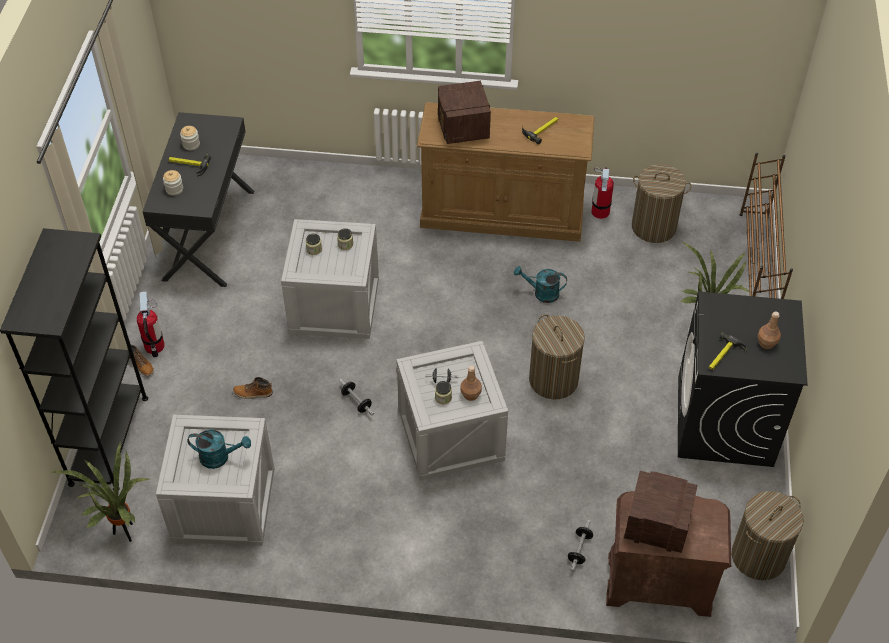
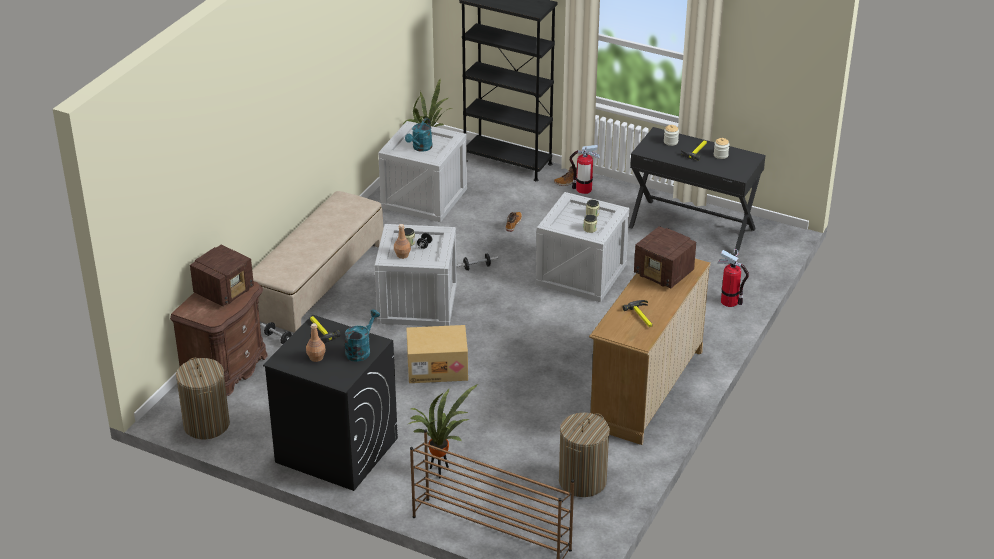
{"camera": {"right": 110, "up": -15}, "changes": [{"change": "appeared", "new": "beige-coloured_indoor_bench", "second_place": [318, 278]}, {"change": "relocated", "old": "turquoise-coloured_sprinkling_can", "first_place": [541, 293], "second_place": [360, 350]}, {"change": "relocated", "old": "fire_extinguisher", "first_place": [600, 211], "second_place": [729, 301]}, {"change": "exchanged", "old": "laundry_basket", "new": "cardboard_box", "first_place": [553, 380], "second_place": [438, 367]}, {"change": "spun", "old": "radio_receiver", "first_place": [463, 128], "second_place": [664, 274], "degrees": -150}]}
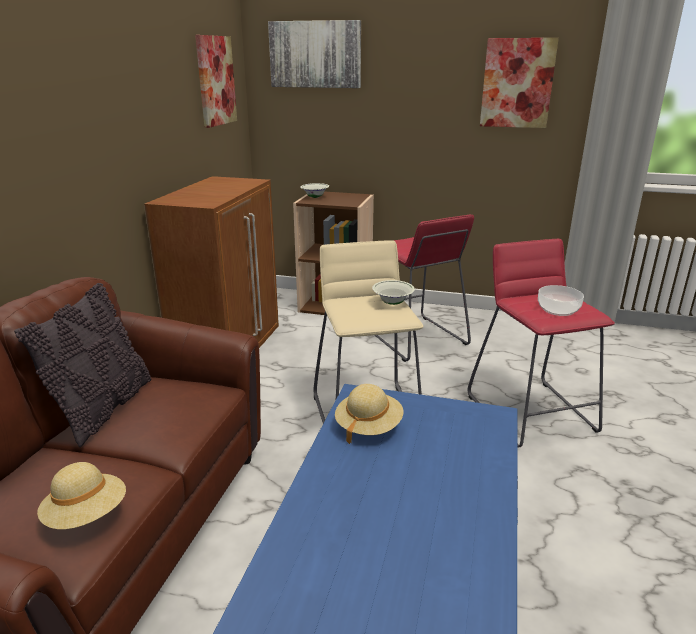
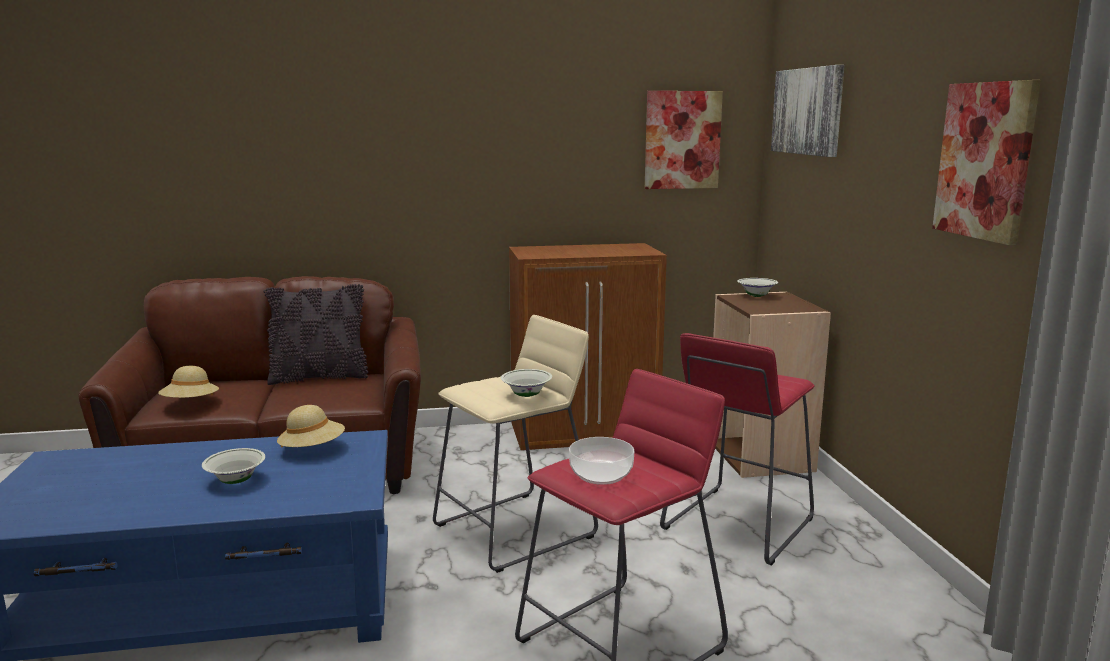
{"camera": {"right": 65, "up": -10}, "changes": [{"change": "appeared", "new": "white-coloured_deep_dish", "second_place": [236, 481]}]}
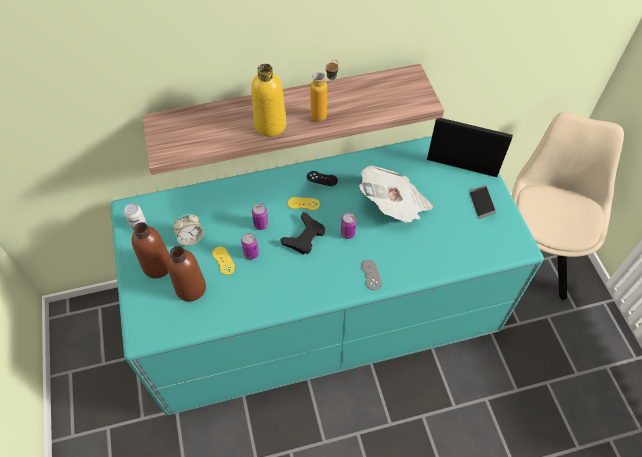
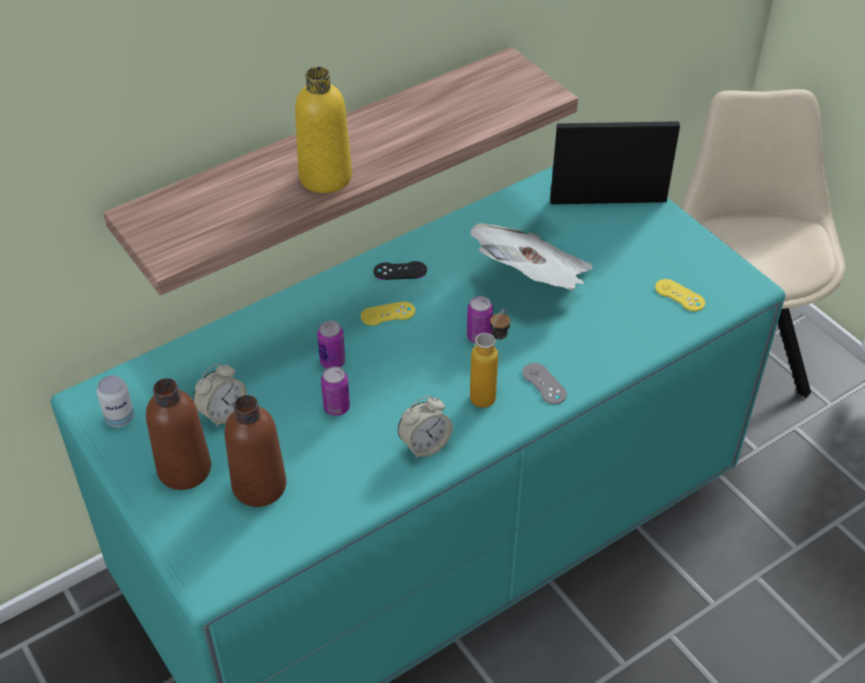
{"camera": {"right": -20, "up": -10}, "changes": [{"change": "missing", "old": "blackish_gamepad", "first_place": [304, 237]}, {"change": "missing", "old": "telephone", "first_place": [481, 204]}, {"change": "appeared", "new": "table_clock", "second_place": [425, 445]}, {"change": "relocated", "old": "yellow_gamepad", "first_place": [223, 260], "second_place": [679, 295]}, {"change": "relocated", "old": "bottle", "first_place": [324, 113], "second_place": [489, 392]}]}
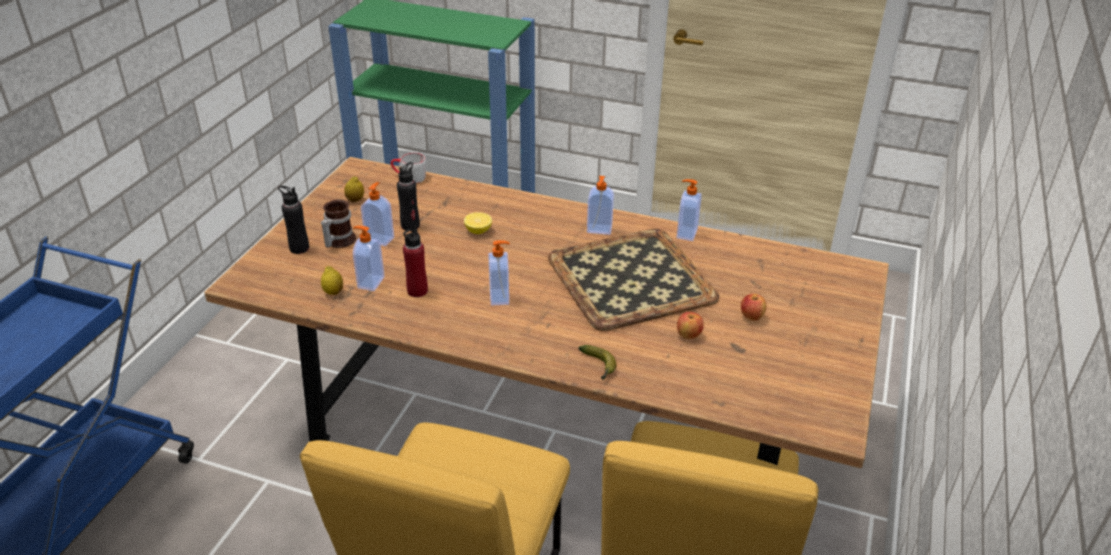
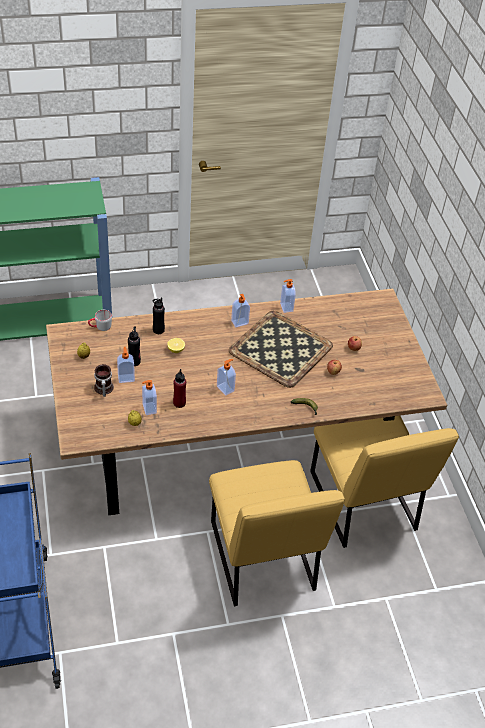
{"camera": {"right": -35, "up": 10}, "changes": [{"change": "relocated", "old": "blackish_bottle", "first_place": [299, 248], "second_place": [158, 330]}]}
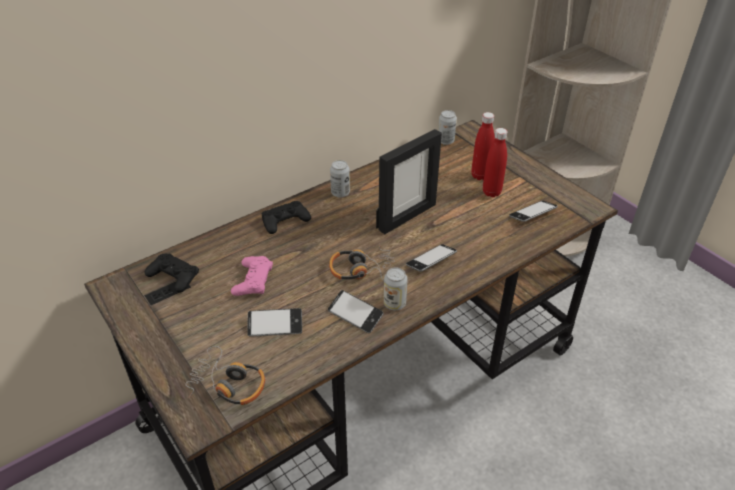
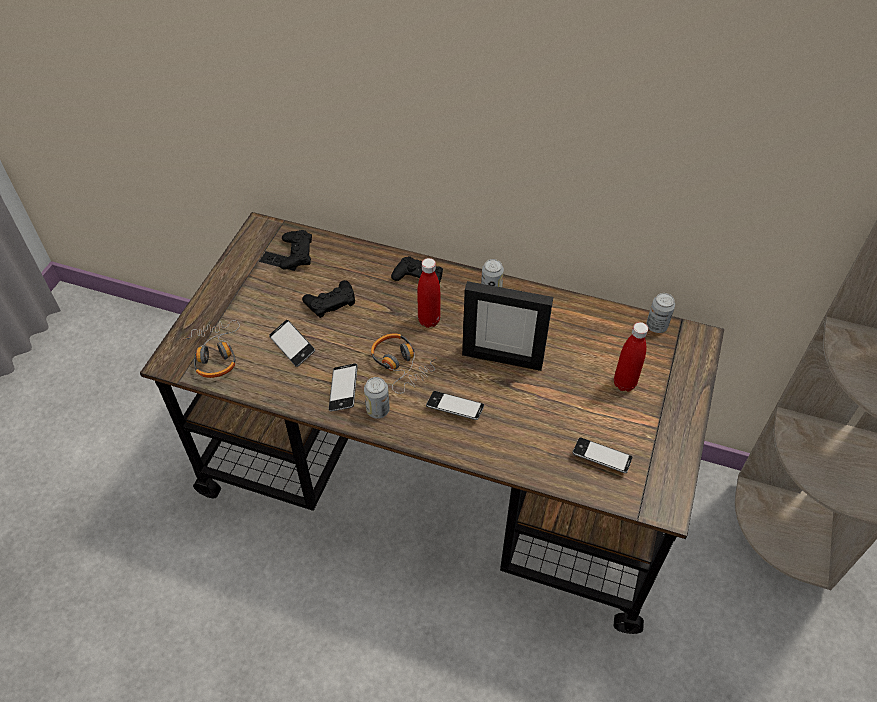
{"camera": {"right": 55, "up": 10}, "changes": [{"change": "relocated", "old": "red-coloured_bottle", "first_place": [491, 192], "second_place": [429, 320]}, {"change": "colour", "old": "pink-coloured_gamepad", "new": "blackish_gamepad", "first_place": [253, 280], "second_place": [330, 302]}]}
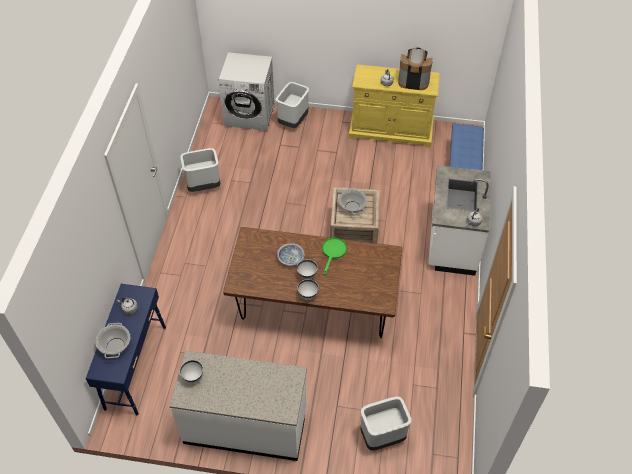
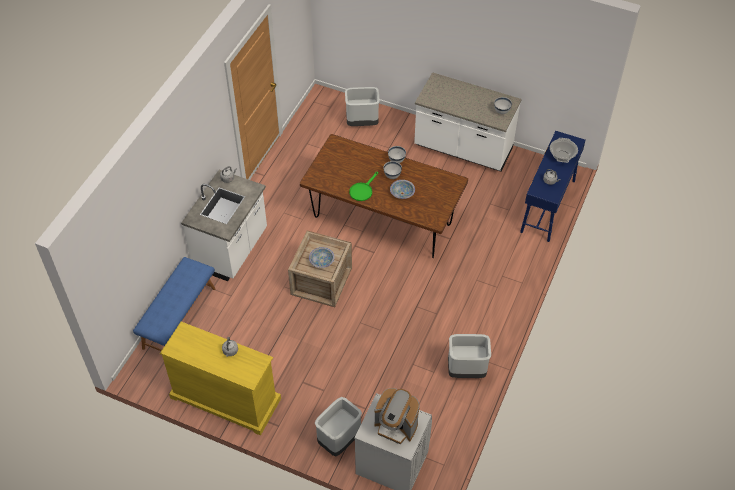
{"camera": {"right": -165, "up": 0}, "changes": [{"change": "relocated", "old": "coffee_brewer", "first_place": [413, 80], "second_place": [396, 426]}, {"change": "exchanged", "old": "stockpot", "new": "deep_dish", "first_place": [352, 207], "second_place": [322, 261]}]}
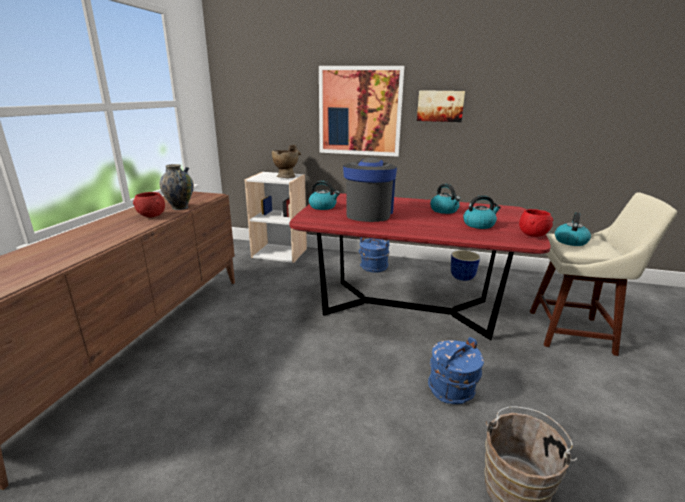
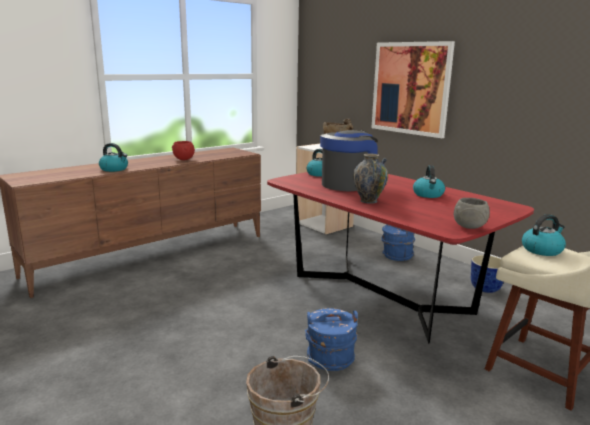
{"camera": {"right": 35, "up": -5}, "changes": [{"change": "missing", "old": "wall_art", "first_place": [440, 106]}, {"change": "relocated", "old": "flower_vase", "first_place": [180, 207], "second_place": [368, 201]}, {"change": "relocated", "old": "kettle", "first_place": [479, 224], "second_place": [114, 169]}, {"change": "colour", "old": "red-coloured_deep_dish", "new": "greyish_deep_dish", "first_place": [532, 235], "second_place": [469, 227]}]}
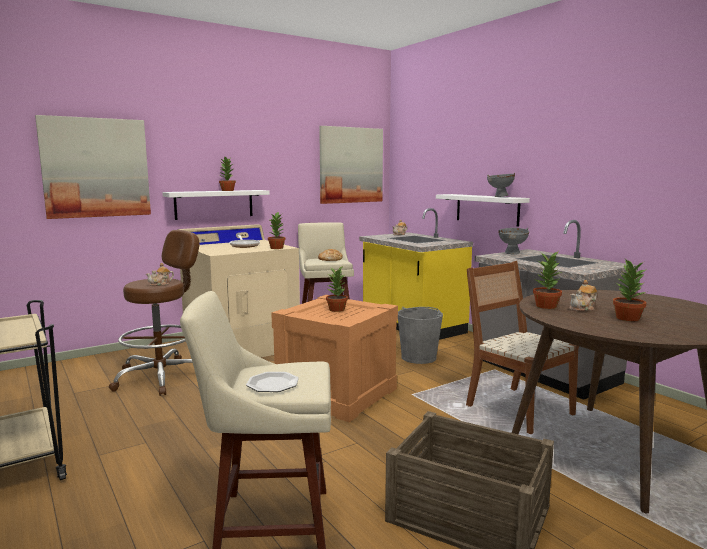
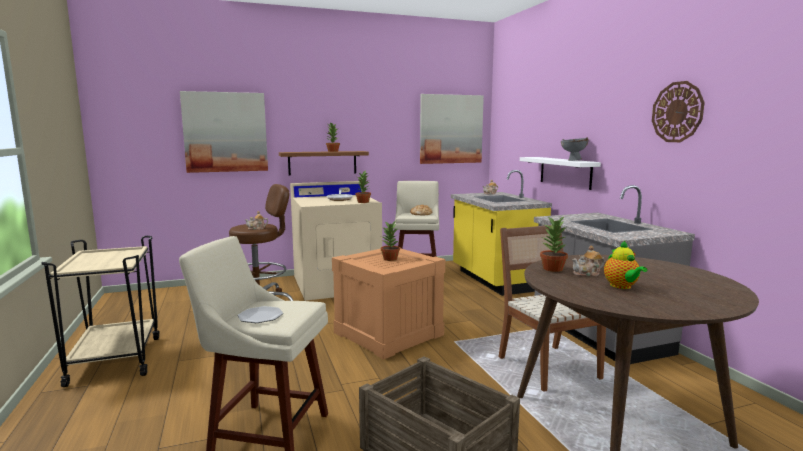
{"camera": {"right": 15, "up": 0}, "changes": [{"change": "missing", "old": "greyish_bucket", "first_place": [419, 357]}, {"change": "missing", "old": "greyish_deep_dish", "first_place": [512, 253]}, {"change": "appeared", "new": "wall_clock", "second_place": [677, 112]}, {"change": "exchanged", "old": "potted_plant", "new": "tea_pot", "first_place": [627, 318], "second_place": [622, 286]}, {"change": "colour", "old": "white-coloured_shelf", "new": "brown-coloured_shelf", "first_place": [214, 204], "second_place": [322, 163]}]}
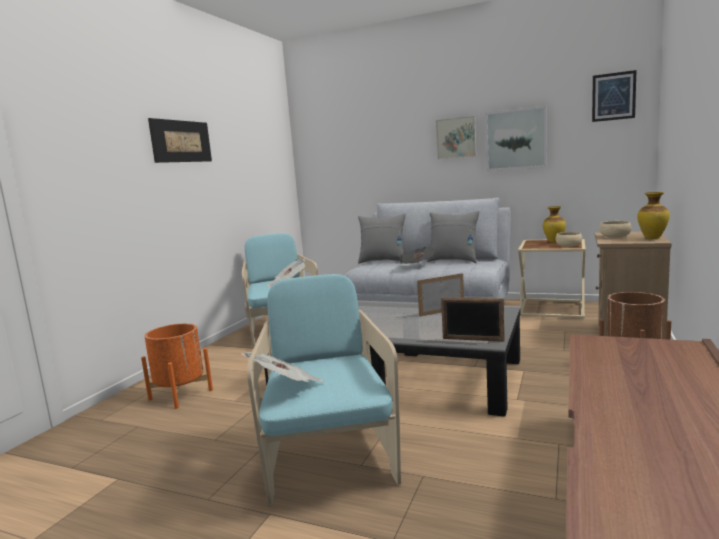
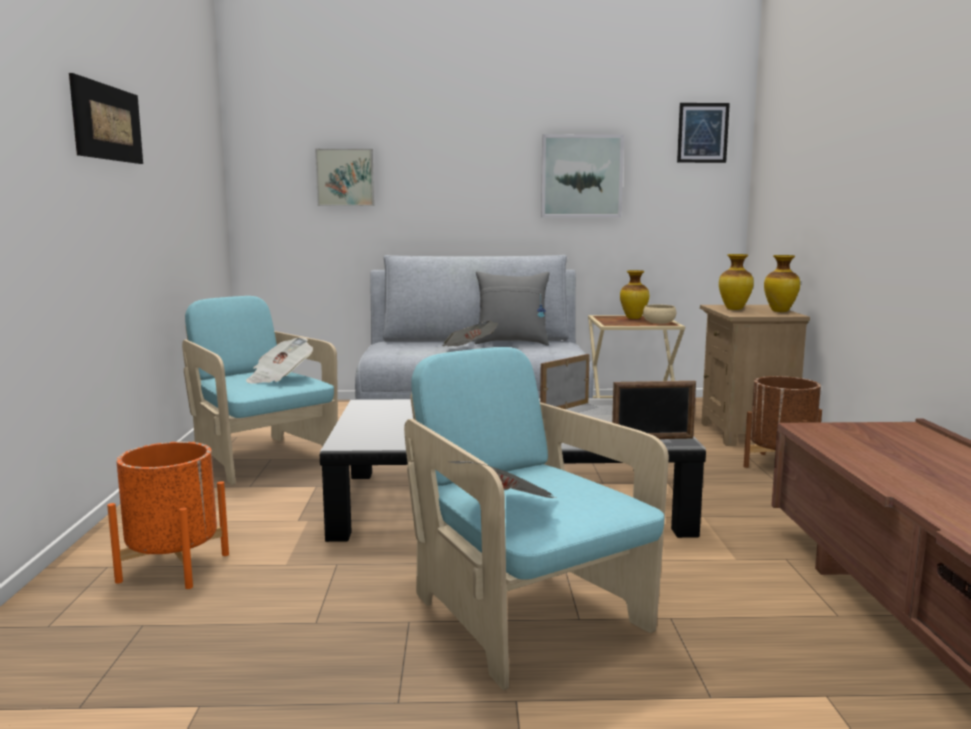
{"camera": {"right": -25, "up": 0}, "changes": [{"change": "missing", "old": "greyish_cushion", "first_place": [383, 261]}, {"change": "relocated", "old": "wall_art", "first_place": [456, 138], "second_place": [345, 177]}, {"change": "exchanged", "old": "beige-coloured_deep_dish", "new": "flower_vase", "first_place": [615, 236], "second_place": [734, 309]}]}
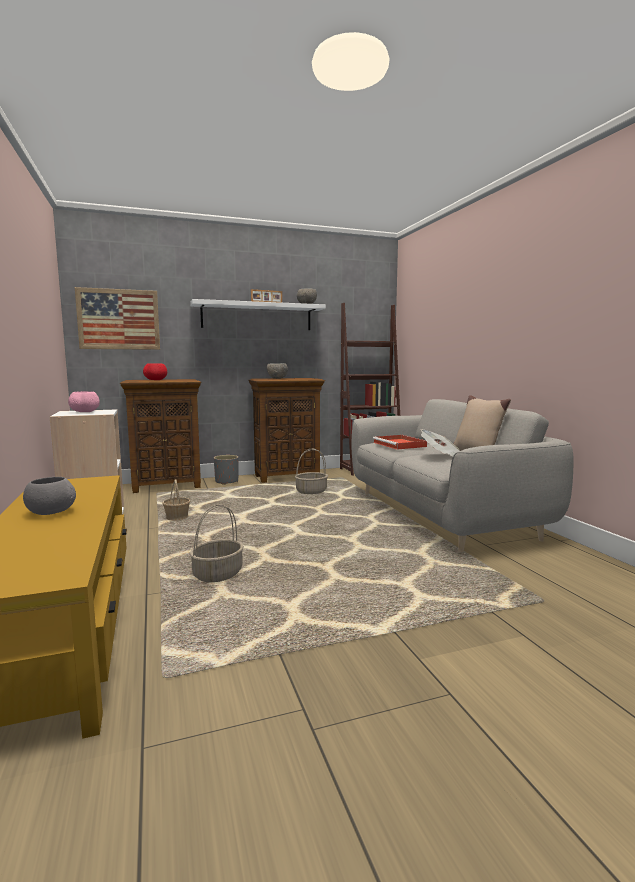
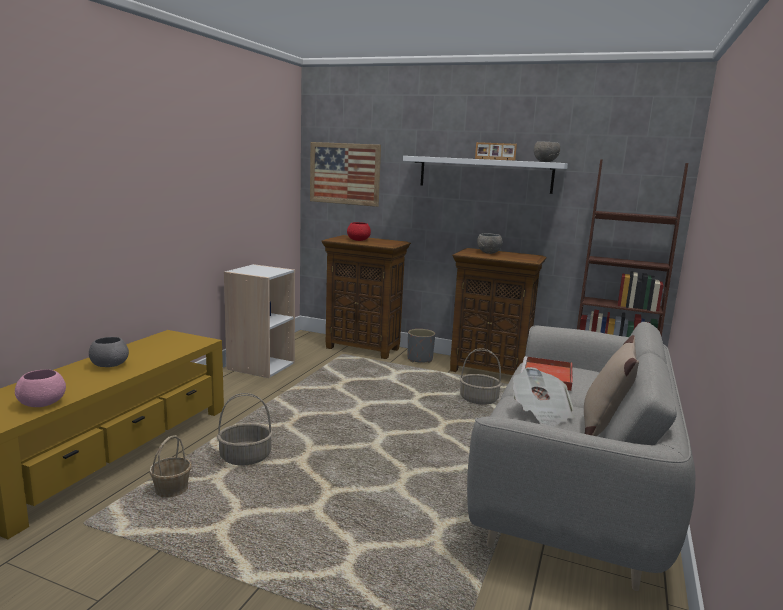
{"camera": {"right": 40, "up": 5}, "changes": [{"change": "relocated", "old": "pink-coloured_deep_dish", "first_place": [85, 412], "second_place": [43, 403]}, {"change": "relocated", "old": "storage_basket", "first_place": [177, 518], "second_place": [172, 489]}]}
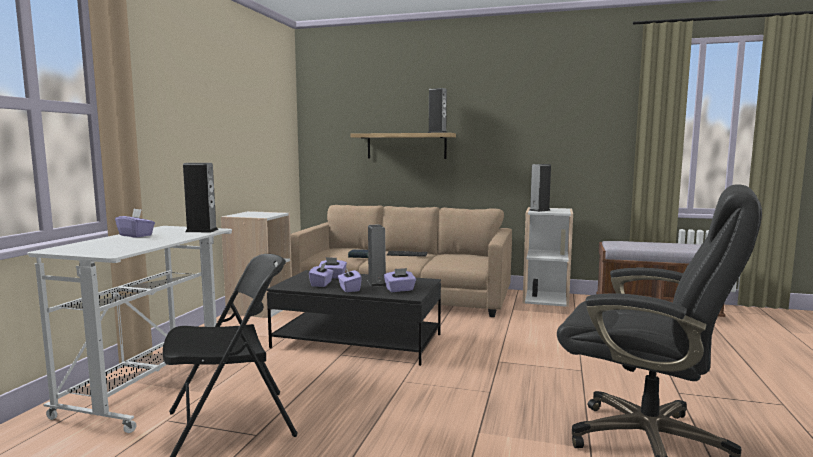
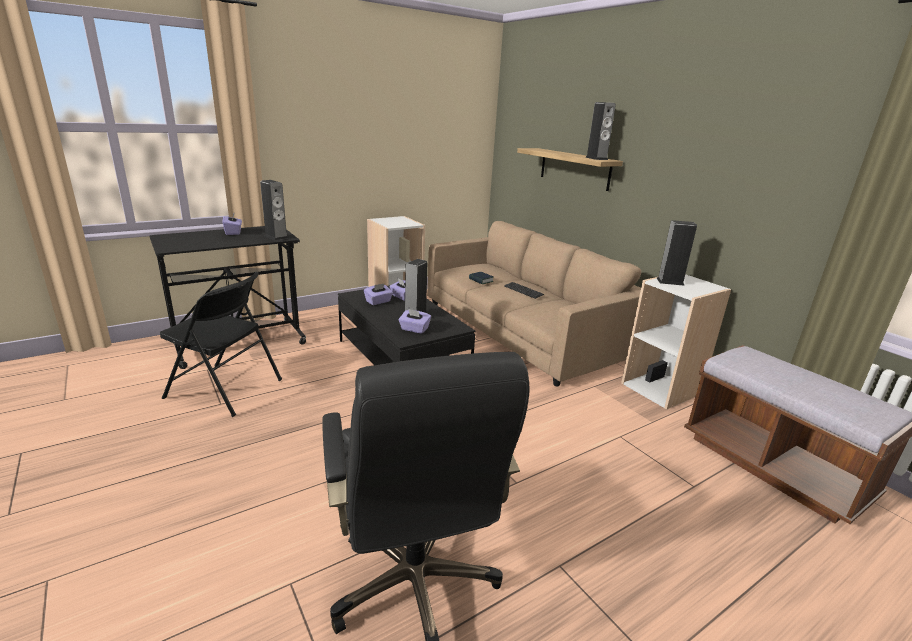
{"camera": {"right": 40, "up": 15}, "changes": [{"change": "missing", "old": "purple-coloured_tissue_holder", "first_place": [349, 289]}, {"change": "colour", "old": "white-coloured_desk", "new": "blackish_desk", "first_place": [153, 387], "second_place": [240, 343]}]}
